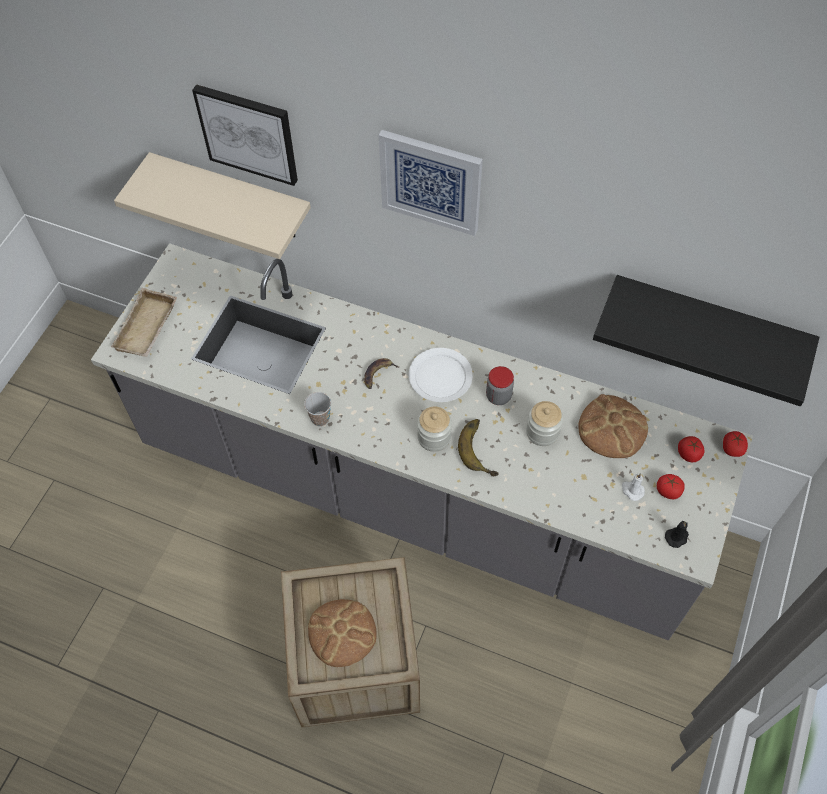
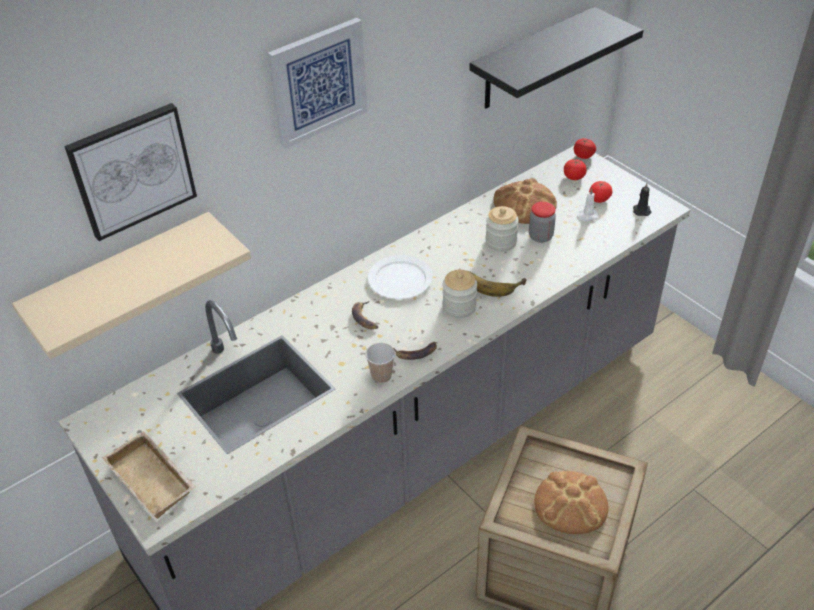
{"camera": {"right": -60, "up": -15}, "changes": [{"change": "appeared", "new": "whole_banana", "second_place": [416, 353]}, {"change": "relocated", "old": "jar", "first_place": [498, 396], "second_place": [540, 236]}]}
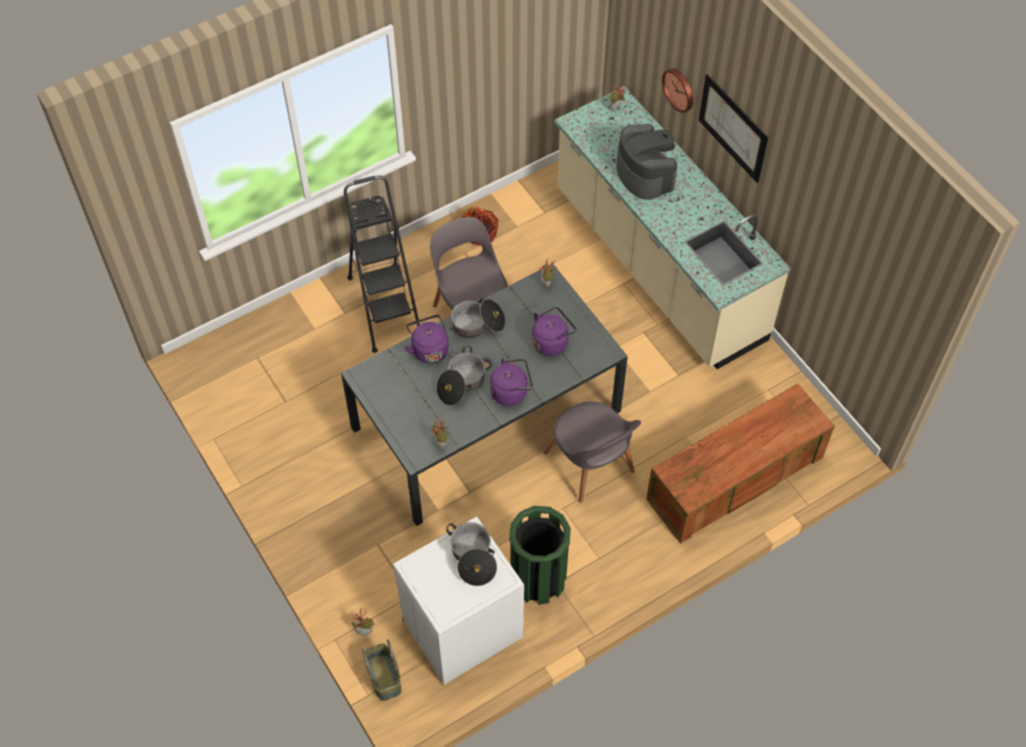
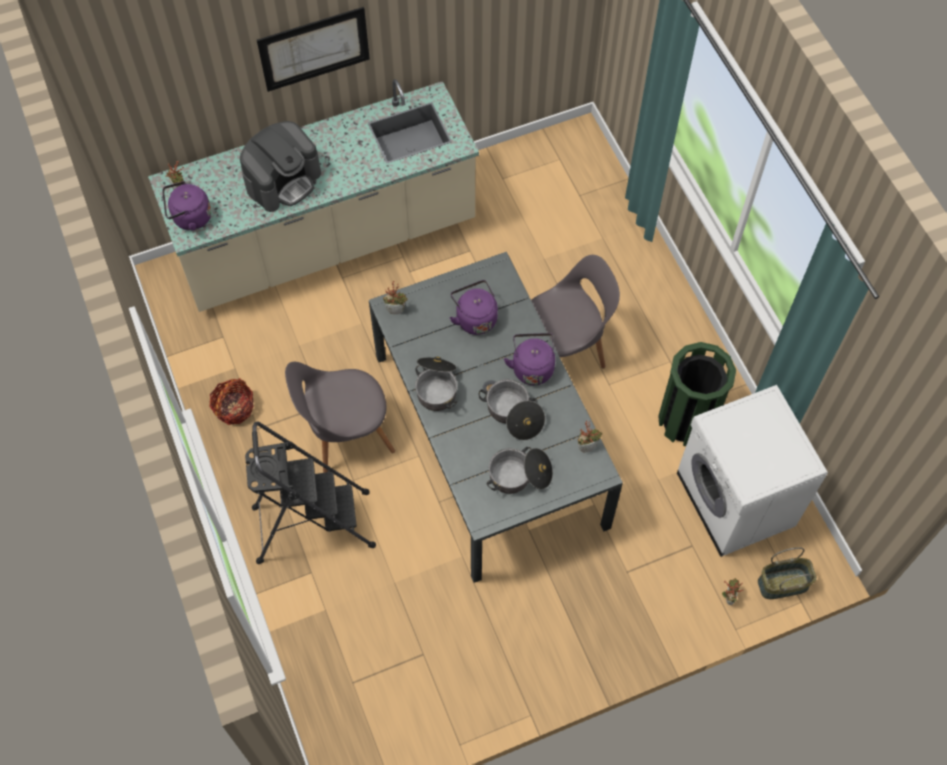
{"camera": {"right": -80, "up": 5}, "changes": [{"change": "missing", "old": "brown-coloured_indoor_bench", "first_place": [735, 480]}, {"change": "missing", "old": "wall_clock", "first_place": [679, 89]}, {"change": "relocated", "old": "purple-coloured_kettle", "first_place": [429, 349], "second_place": [189, 218]}, {"change": "relocated", "old": "stockpot", "first_place": [473, 558], "second_place": [519, 476]}, {"change": "spun", "old": "coffee_brewer", "first_place": [645, 173], "second_place": [283, 180], "degrees": 150}]}
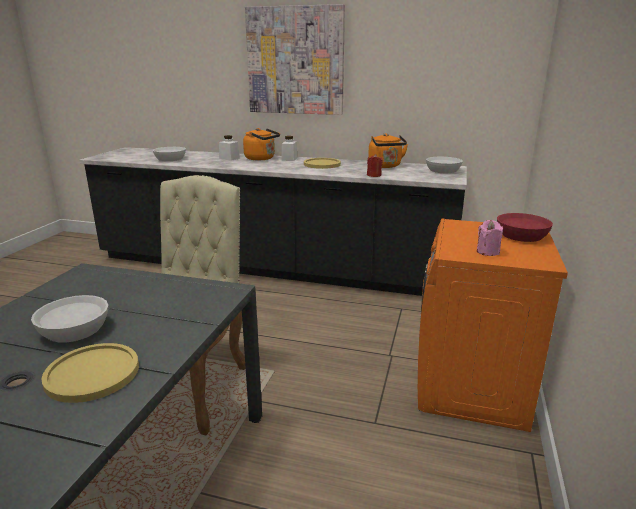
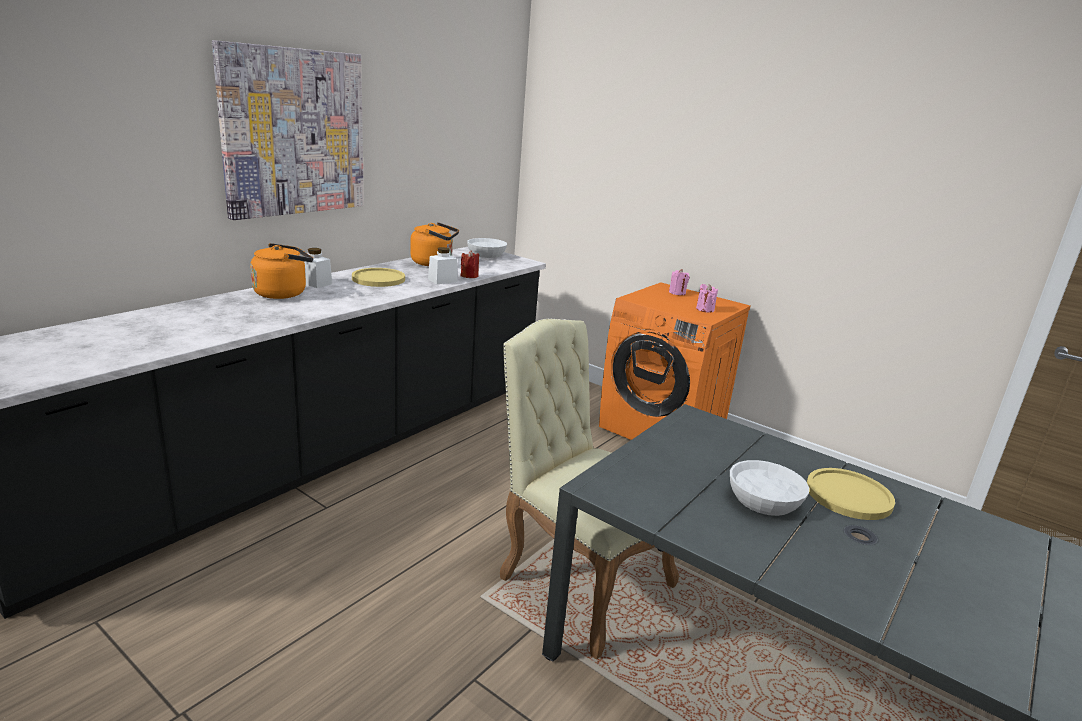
{"camera": {"right": -70, "up": 0}, "changes": [{"change": "missing", "old": "white-coloured_deep_dish", "first_place": [171, 159]}, {"change": "relocated", "old": "white-coloured_jar", "first_place": [229, 158], "second_place": [442, 280]}, {"change": "exchanged", "old": "red-coloured_deep_dish", "new": "pink-coloured_candle", "first_place": [521, 236], "second_place": [677, 293]}]}
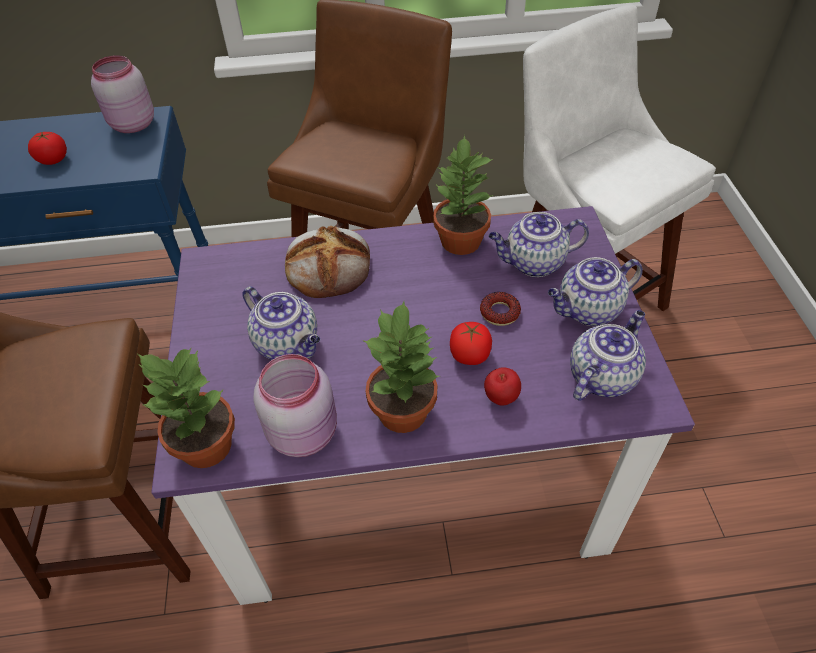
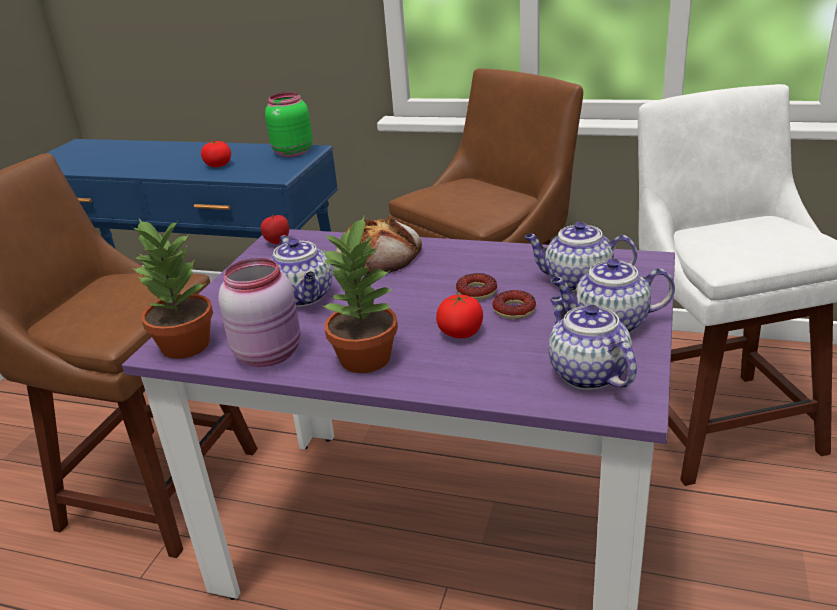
{"camera": {"right": 25, "up": -20}, "changes": [{"change": "missing", "old": "potted_plant", "first_place": [460, 242]}, {"change": "appeared", "new": "doughnut", "second_place": [476, 292]}, {"change": "relocated", "old": "apple_fruit", "first_place": [500, 398], "second_place": [277, 242]}, {"change": "colour", "old": "pink-coloured_jar", "new": "greenish_jar", "first_place": [132, 125], "second_place": [291, 152]}, {"change": "spun", "old": "tea_pot", "first_place": [601, 376], "second_place": [586, 373], "degrees": -90}]}
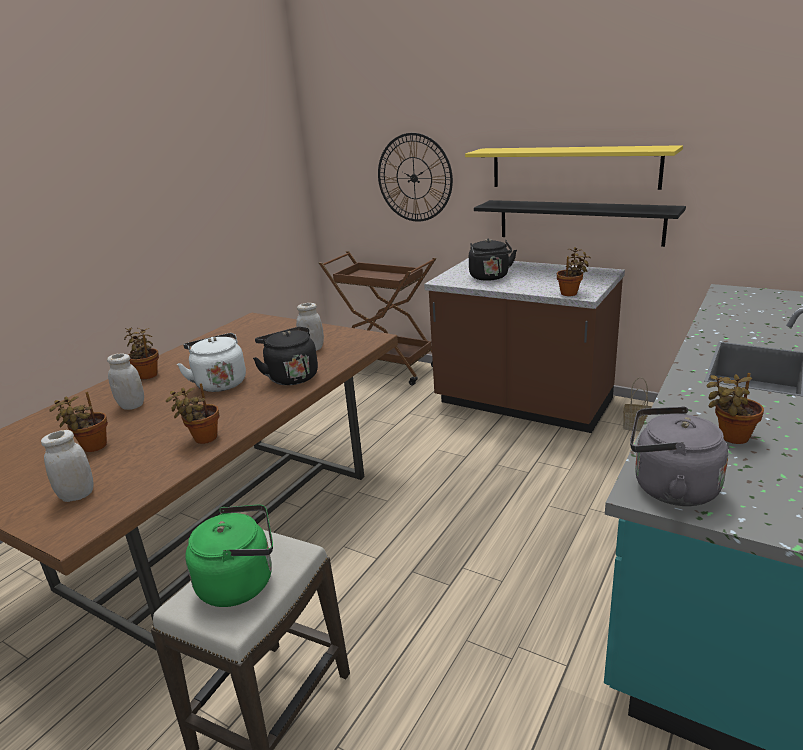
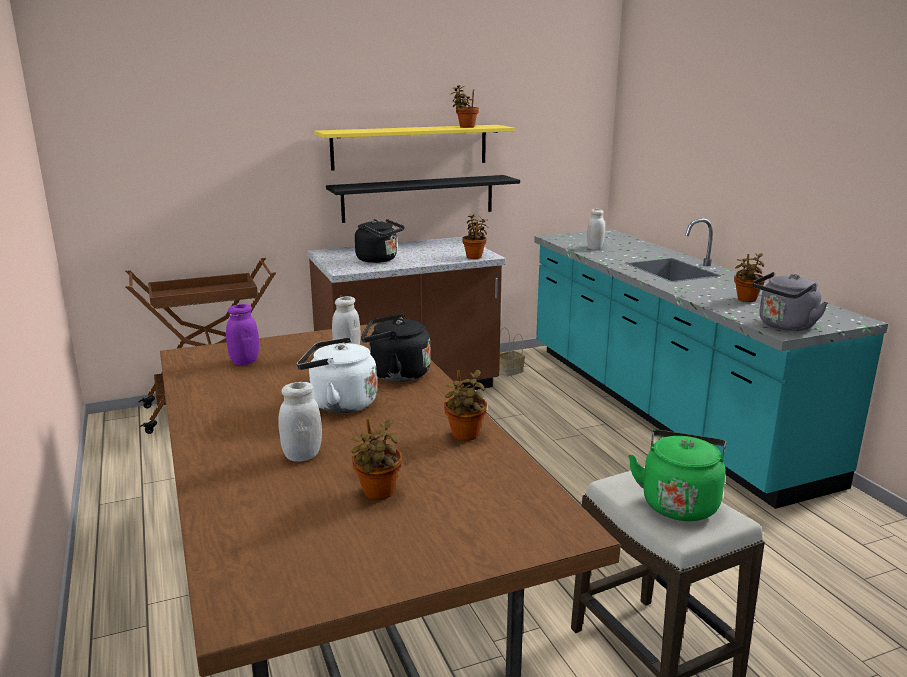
{"camera": {"right": -55, "up": -5}, "changes": [{"change": "missing", "old": "wall_clock", "first_place": [414, 178]}, {"change": "appeared", "new": "purple-coloured_jar", "second_place": [244, 361]}, {"change": "relocated", "old": "white-coloured_jar", "first_place": [77, 495], "second_place": [594, 248]}, {"change": "relocated", "old": "potted_plant", "first_place": [148, 374], "second_place": [465, 127]}]}
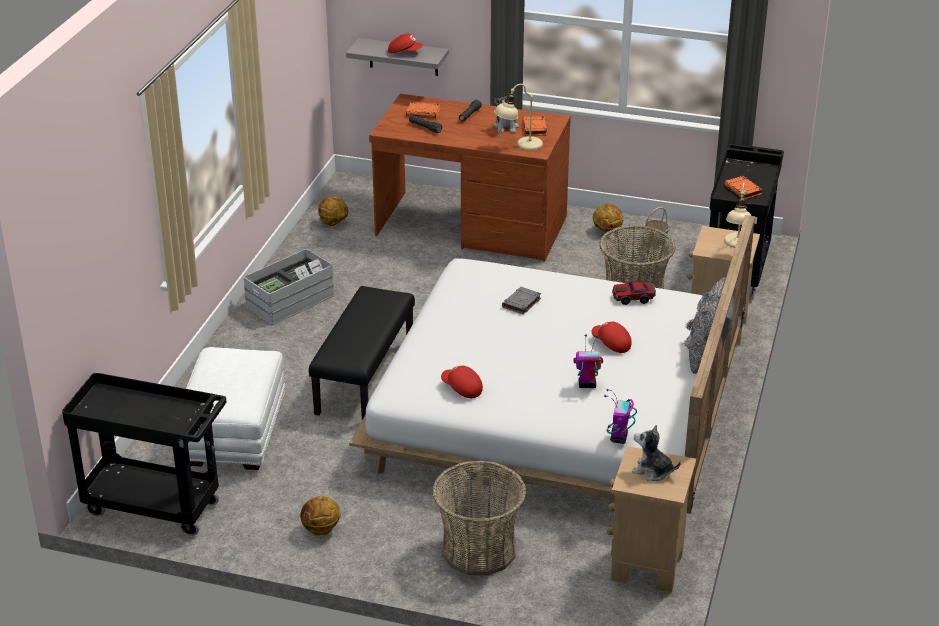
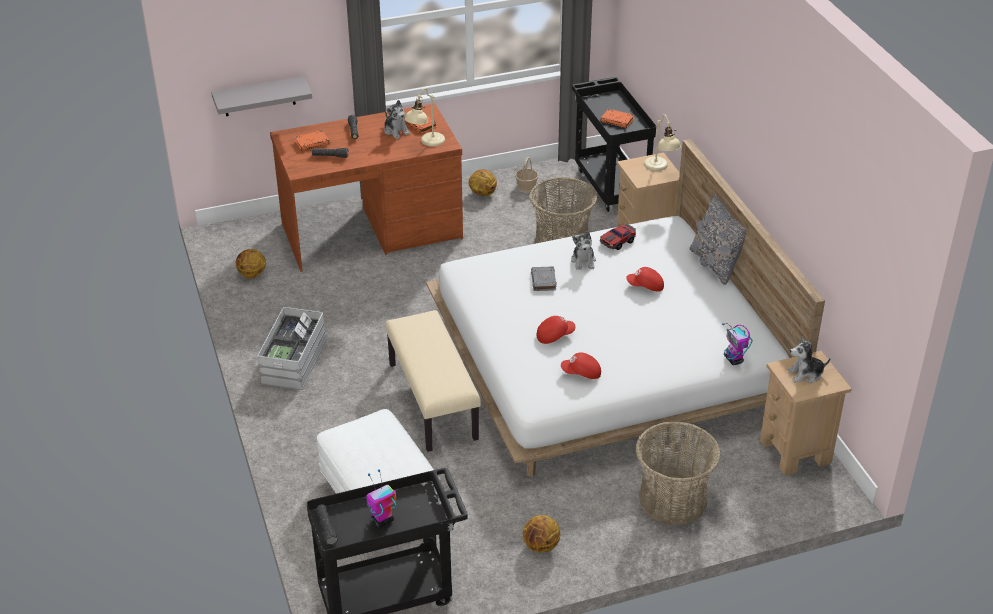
{"camera": {"right": -35, "up": 5}, "changes": [{"change": "appeared", "new": "blackish_hand_torch", "second_place": [326, 528]}, {"change": "appeared", "new": "plush_toy", "second_place": [583, 261]}, {"change": "relocated", "old": "red-coloured_peaked_cap", "first_place": [405, 52], "second_place": [554, 335]}, {"change": "relocated", "old": "model_robot", "first_place": [586, 385], "second_place": [382, 520]}, {"change": "colour", "old": "blackish_indoor_bench", "new": "beige-coloured_indoor_bench", "first_place": [366, 379], "second_place": [433, 401]}]}
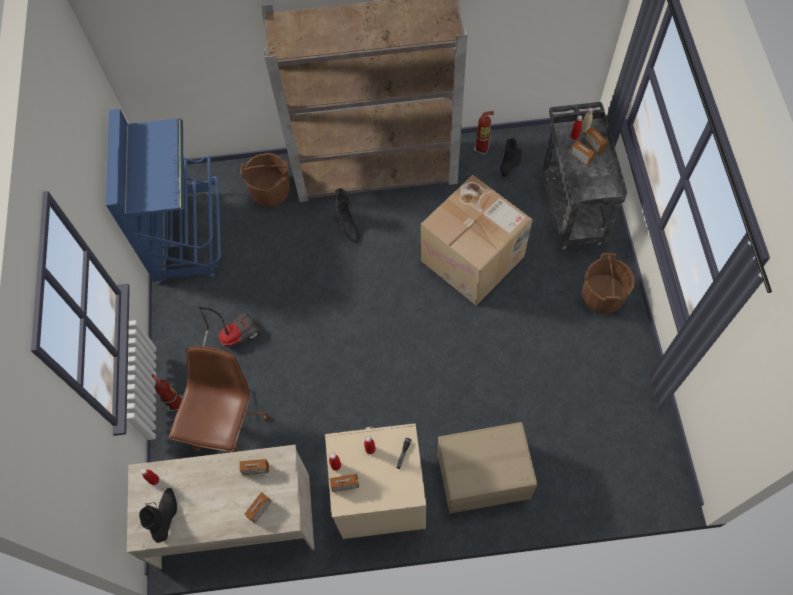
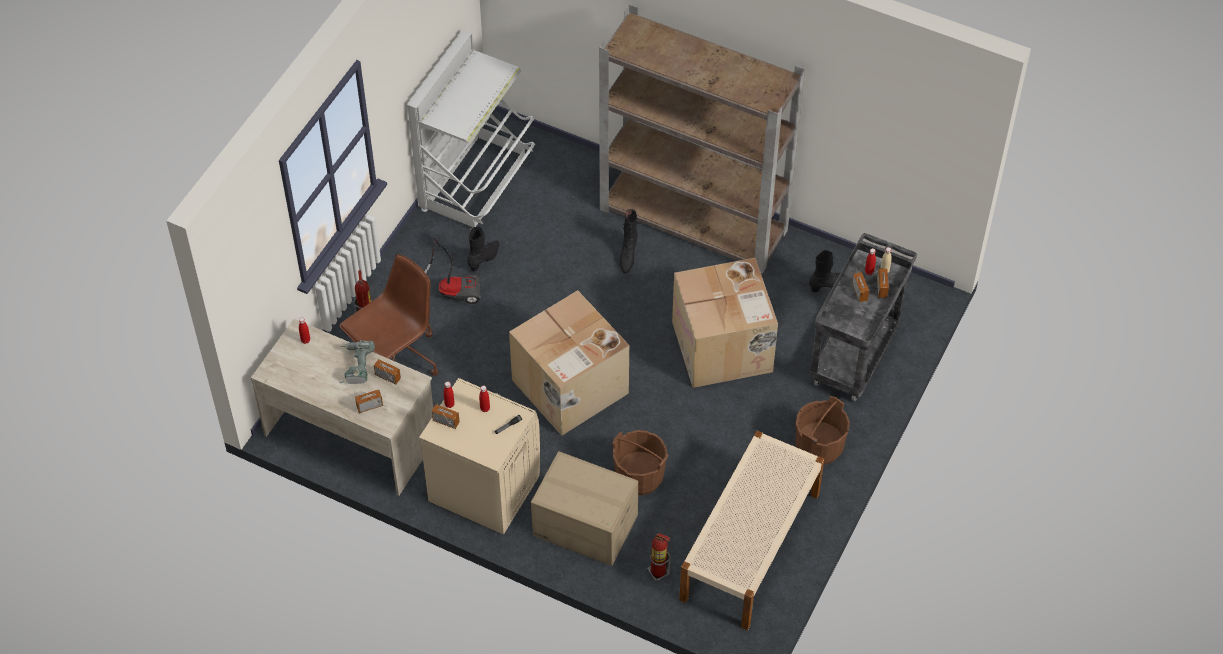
{"camera": {"right": 30, "up": -10}, "changes": [{"change": "appeared", "new": "drill", "second_place": [356, 366]}, {"change": "appeared", "new": "cardboard_box", "second_place": [570, 388]}, {"change": "appeared", "new": "beige-coloured_indoor_bench", "second_place": [751, 546]}, {"change": "relocated", "old": "blackish_tall_boot", "first_place": [167, 516], "second_place": [484, 259]}, {"change": "relocated", "old": "brown-coloured_bucket", "first_place": [271, 192], "second_place": [639, 476]}, {"change": "relocated", "old": "fire_extinguisher", "first_place": [482, 149], "second_place": [658, 572]}, {"change": "colour", "old": "blue-coloured_shoe_rack", "new": "white-coloured_shoe_rack", "first_place": [189, 235], "second_place": [478, 185]}]}
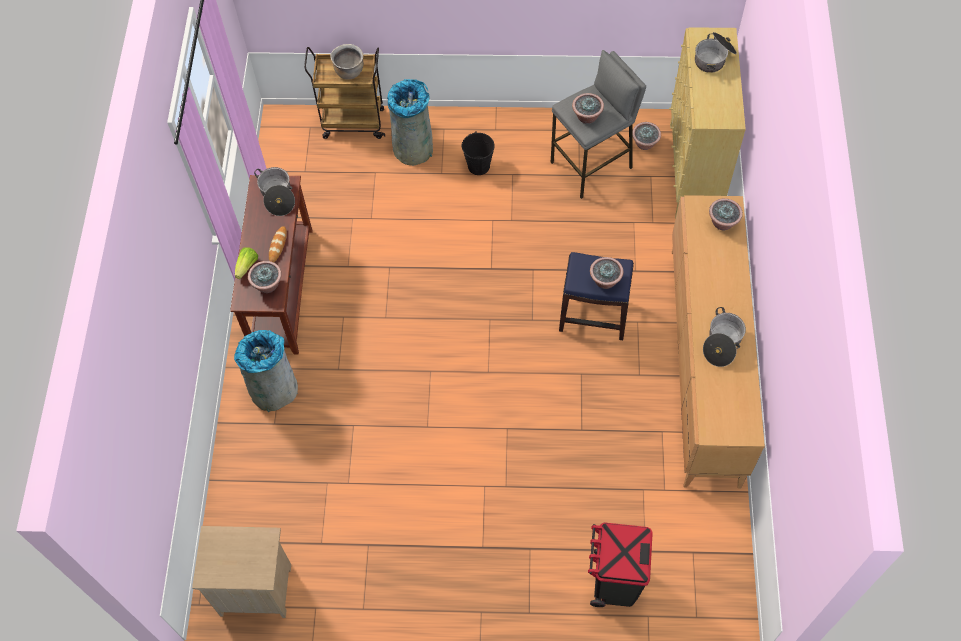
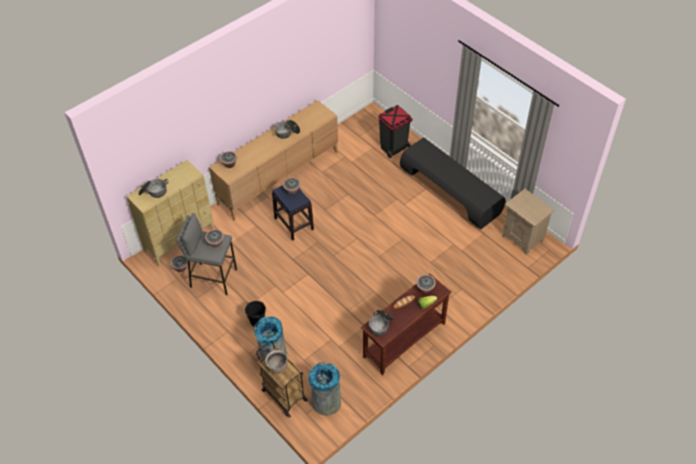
{"camera": {"right": -135, "up": -10}, "changes": [{"change": "appeared", "new": "blackish_indoor_bench", "second_place": [450, 191]}, {"change": "relocated", "old": "greyish_waste_bin", "first_place": [275, 390], "second_place": [326, 402]}]}
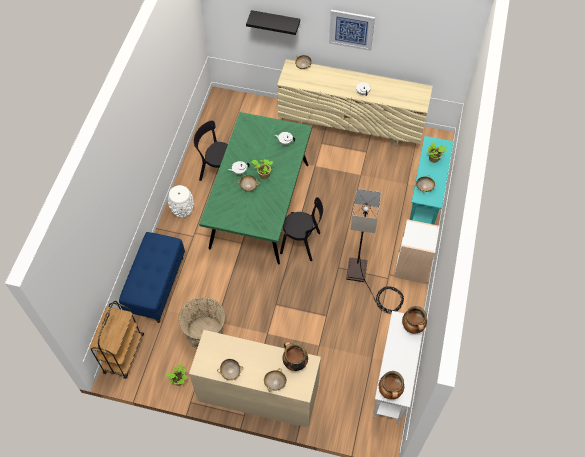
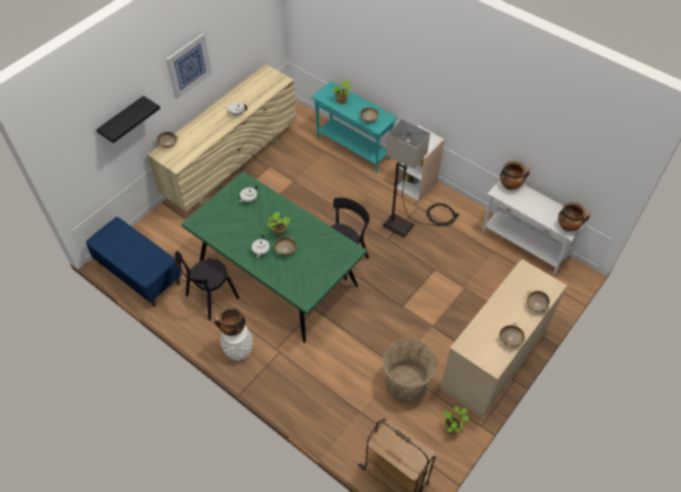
{"camera": {"right": -65, "up": -5}, "changes": [{"change": "relocated", "old": "blue-coloured_indoor_bench", "first_place": [156, 285], "second_place": [138, 273]}, {"change": "relocated", "old": "stockpot", "first_place": [294, 362], "second_place": [232, 330]}]}
